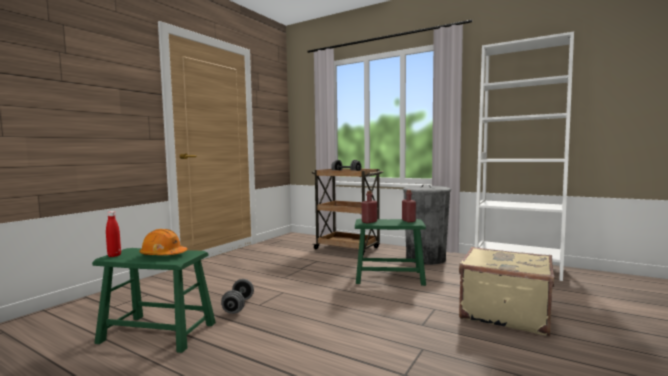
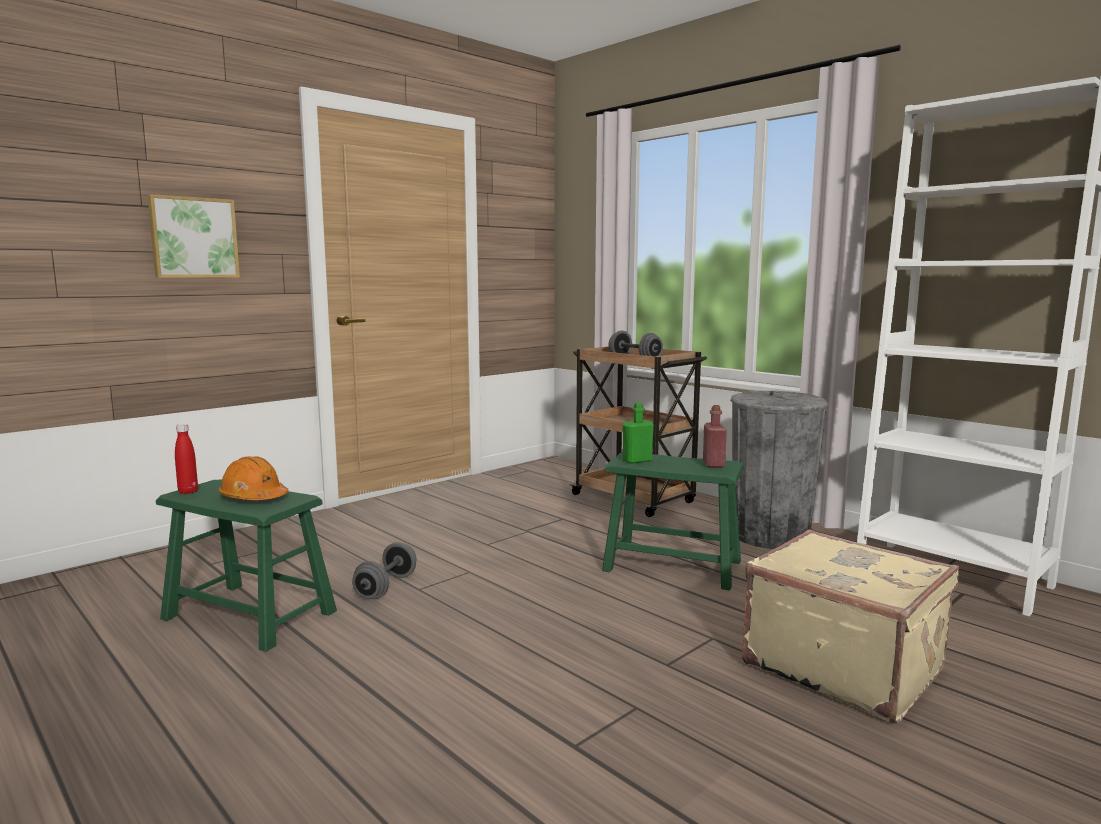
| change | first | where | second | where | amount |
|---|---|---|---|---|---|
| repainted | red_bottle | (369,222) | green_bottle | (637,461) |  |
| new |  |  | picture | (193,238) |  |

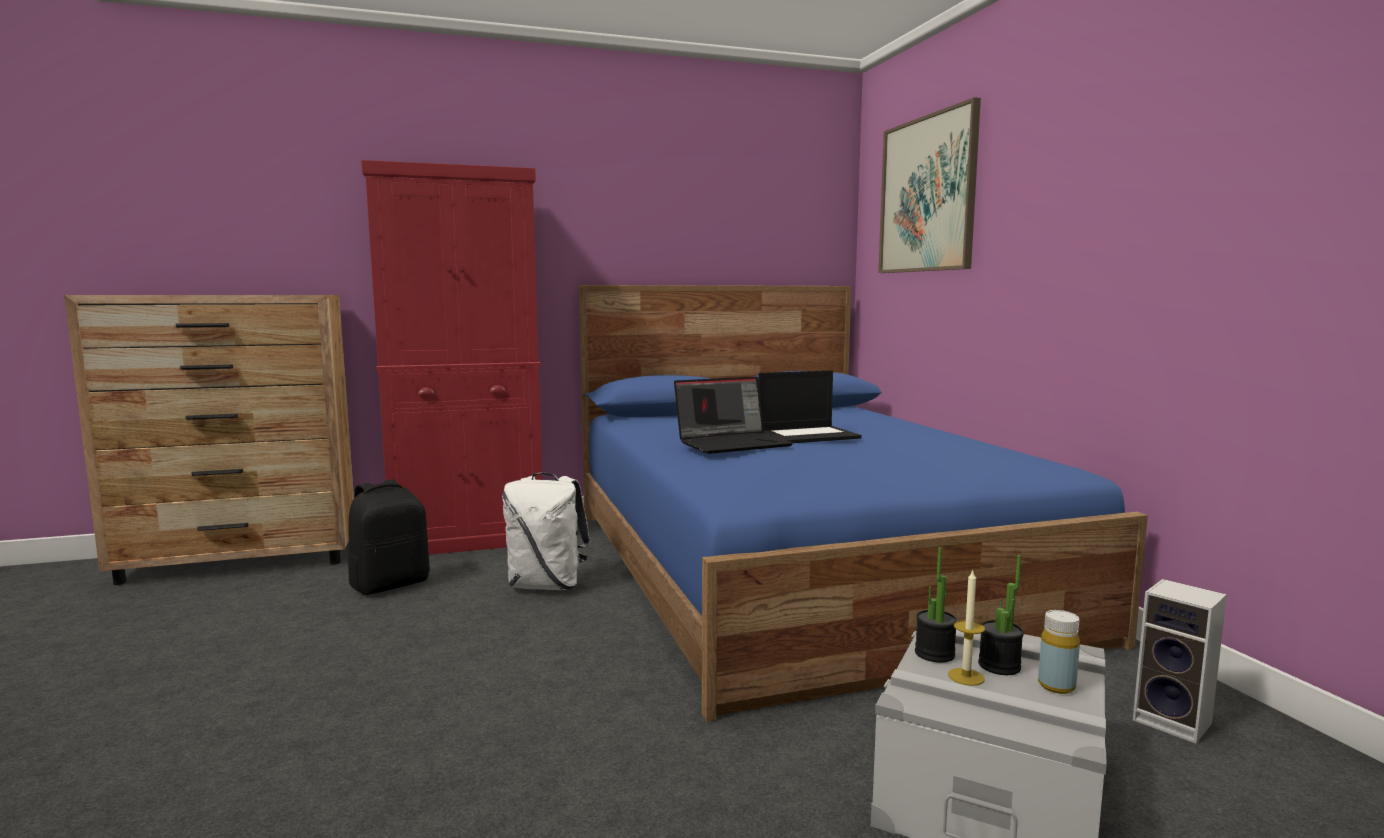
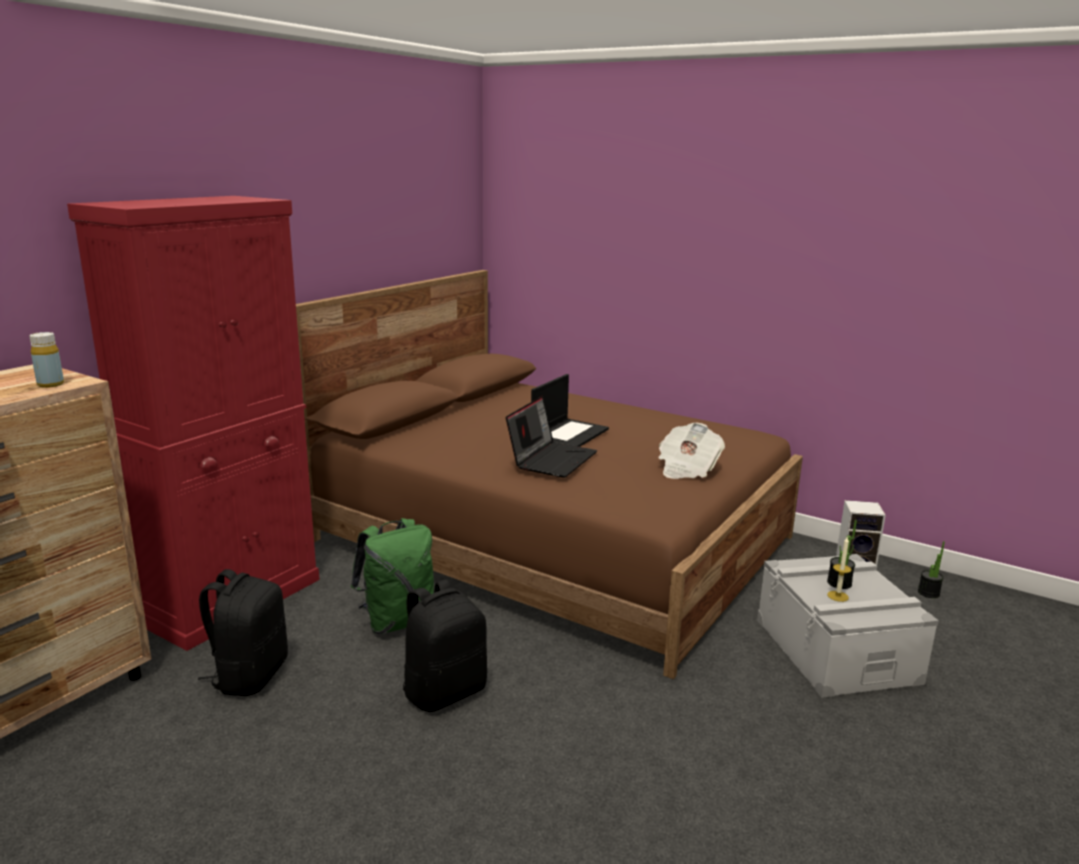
| change | first | where | second | where | amount |
|---|---|---|---|---|---|
| repainted | white_backpack | (547,585) | green_backpack | (397,621) |  |
| repainted | blue_bed | (798,568) | brown_bed | (552,538) |  |
| gone | picture | (927,195) |  |  |  |
| shifted | potted_plant | (934,654) |  | (928,593) |  |
| shifted | yellow_bottle | (1056,686) |  | (50,384) |  |
| new |  |  | black_backpack | (444,691) |  |
| new |  |  | newspaper | (687,469) |  |

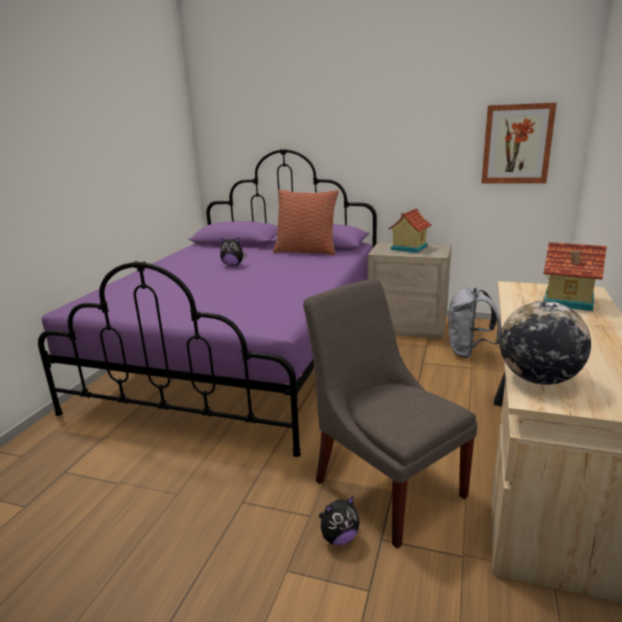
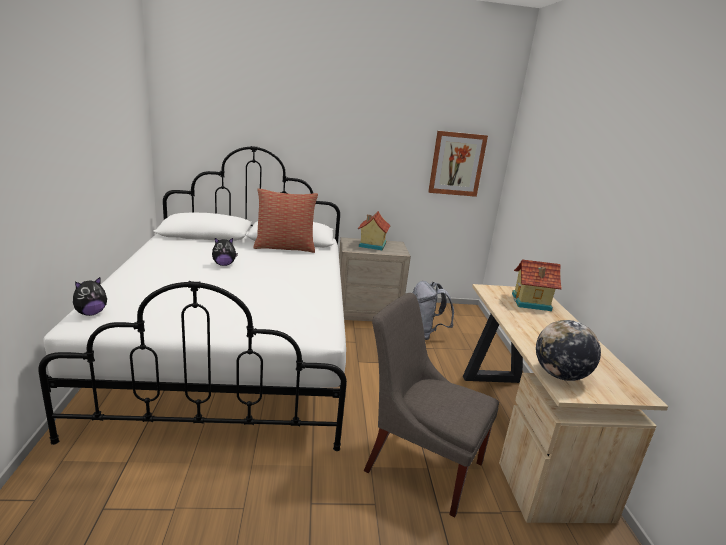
| change | first | where | second | where | amount |
|---|---|---|---|---|---|
| repainted | purple_bed | (246,355) | white_bed | (233,351) |  |
| shifted | plush_toy | (339,538) |  | (91,313) |  |

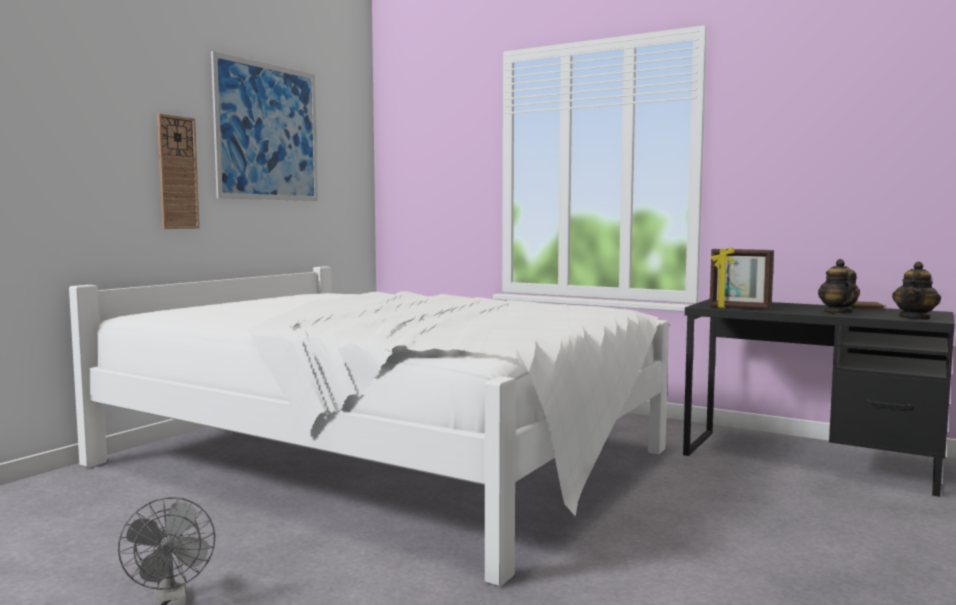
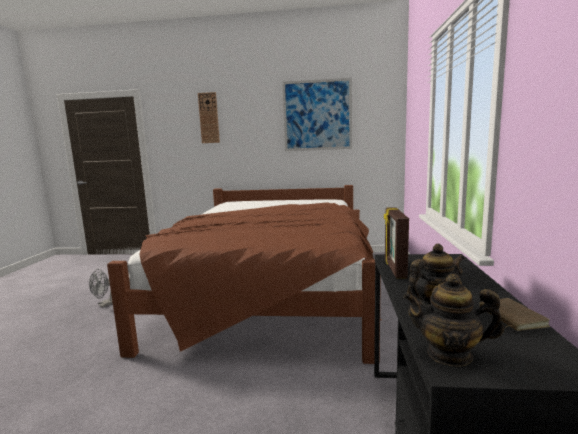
| change | first | where | second | where | amount |
|---|---|---|---|---|---|
| repainted | white_bed | (387,457) | brown_bed | (272,290) |  |
| shifted | wall_clock | (177,172) |  | (209,118) |  |

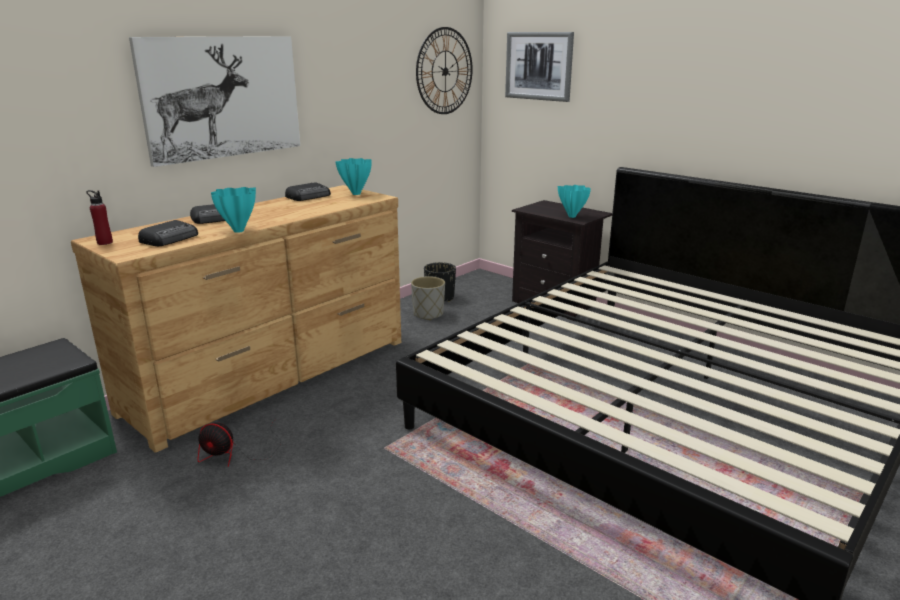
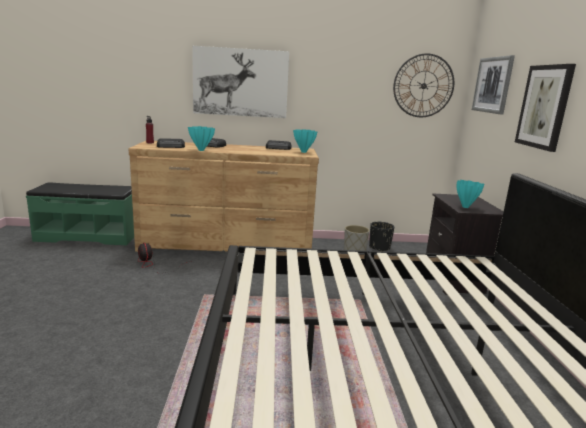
| change | first | where | second | where | amount |
|---|---|---|---|---|---|
| new |  |  | picture | (544,107) |  |

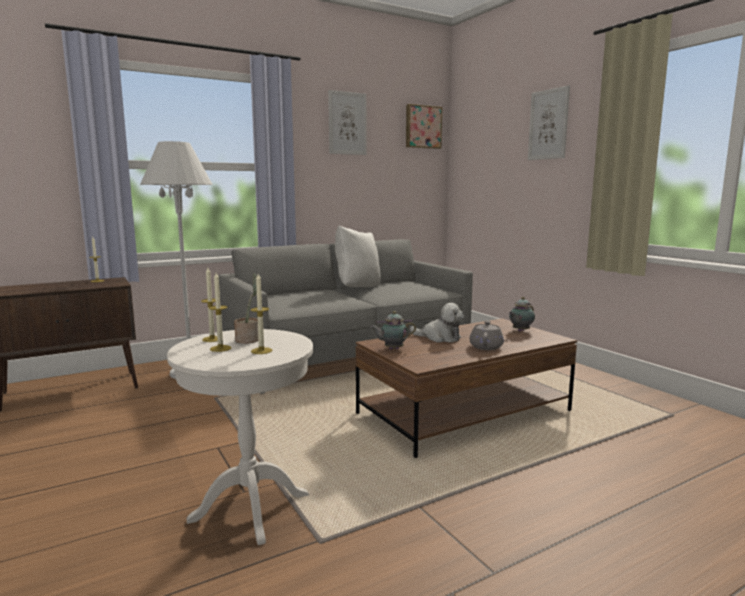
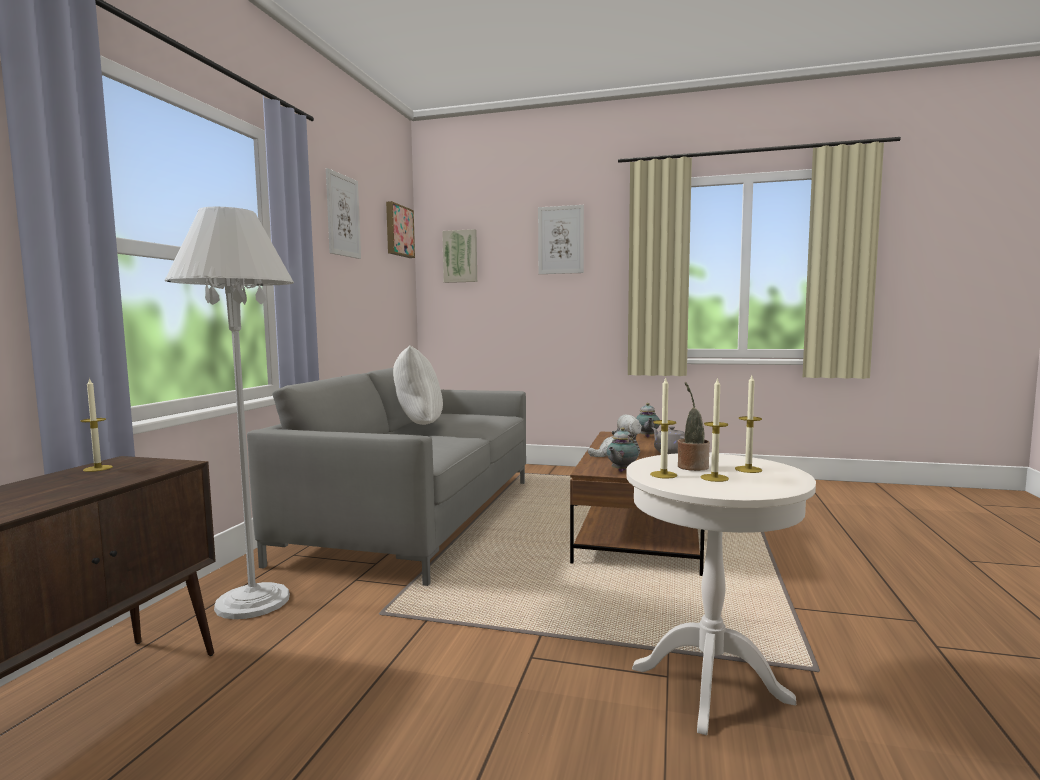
| change | first | where | second | where | amount |
|---|---|---|---|---|---|
| new |  |  | picture | (460,256) |  |

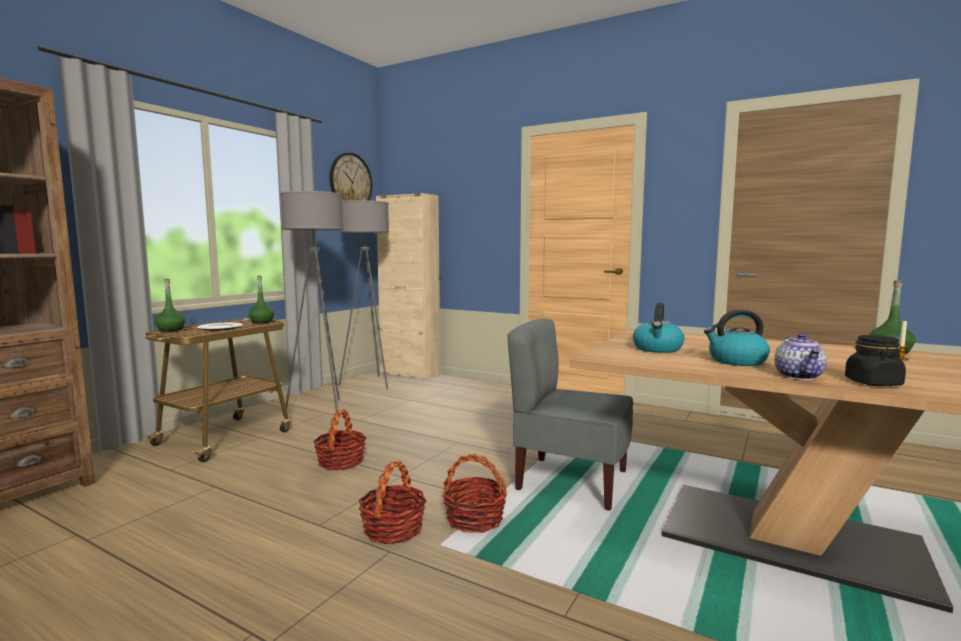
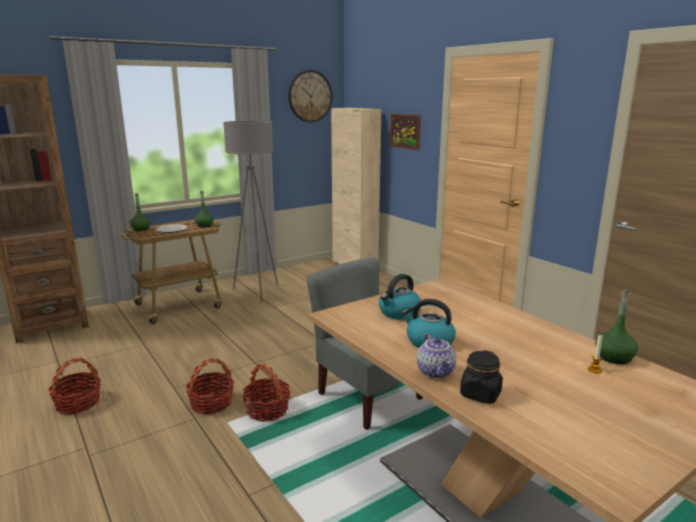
| change | first | where | second | where | amount |
|---|---|---|---|---|---|
| shifted | basket | (341,462) |  | (78,403) |  |
| gone | grey_floor_lamp | (368,383) |  |  |  |
| rotated | teapot | (800,376) |  | (436,372) | 45 degrees counterclockwise |
| new |  |  | picture | (405,131) |  |

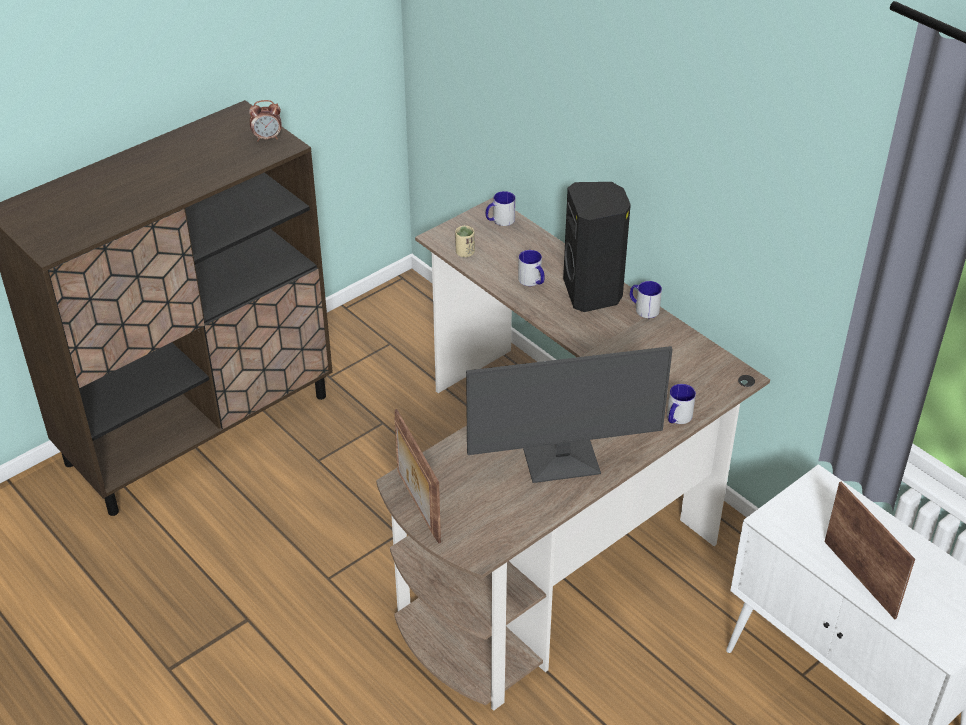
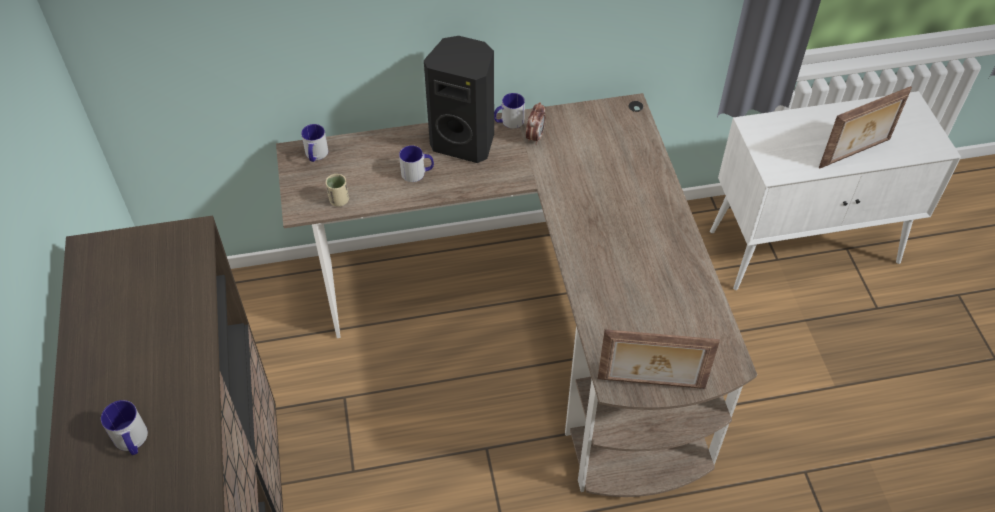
| change | first | where | second | where | amount |
|---|---|---|---|---|---|
| shifted | alarm_clock | (267,138) |  | (535,137) |  |
| gone | monitor | (561,460) |  |  |  |
| shifted | mug | (677,418) |  | (132,441) |  |
| rotated | picture_frame | (861,578) |  | (855,154) | 150 degrees clockwise |

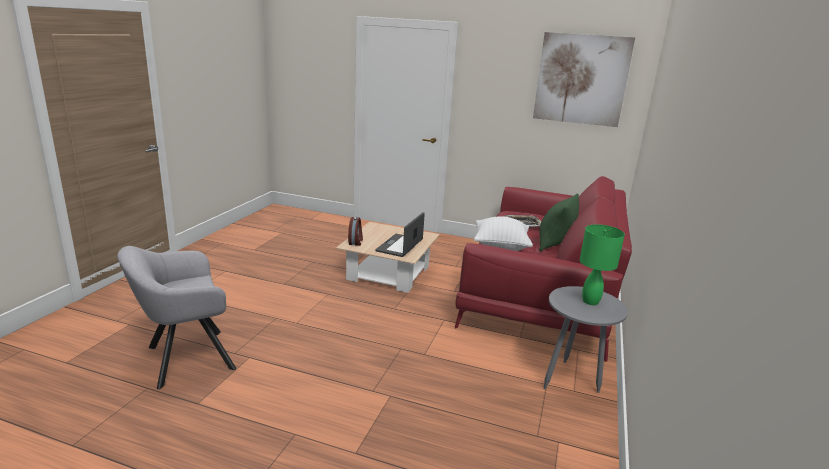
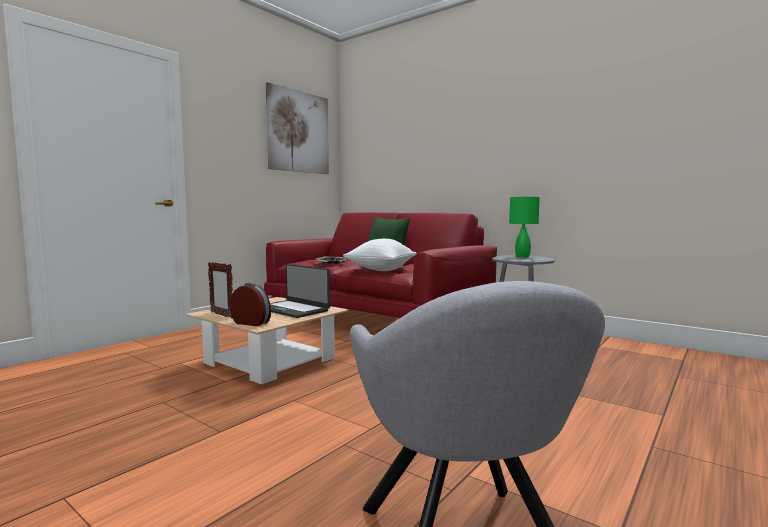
| change | first | where | second | where | amount |
|---|---|---|---|---|---|
| new |  |  | picture_frame | (221,315) |  |

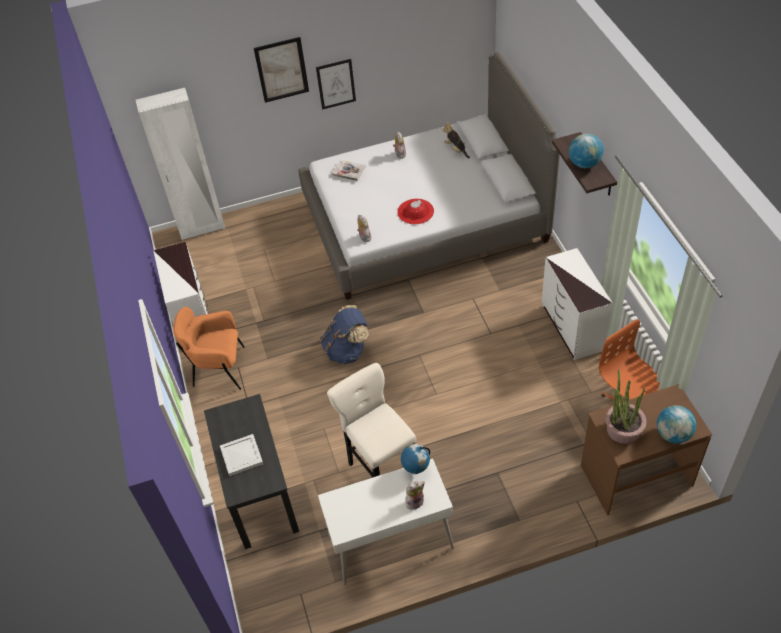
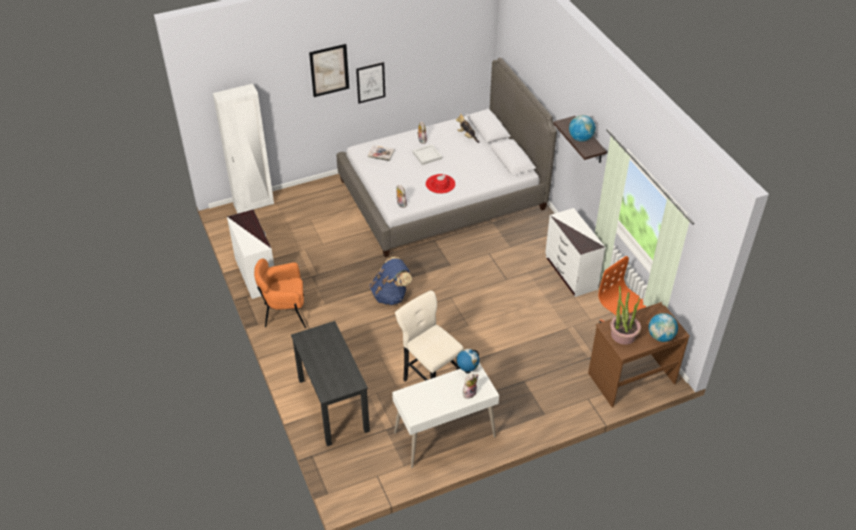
| change | first | where | second | where | amount |
|---|---|---|---|---|---|
| shifted | white_tray | (242,455) |  | (427,155) |  |

